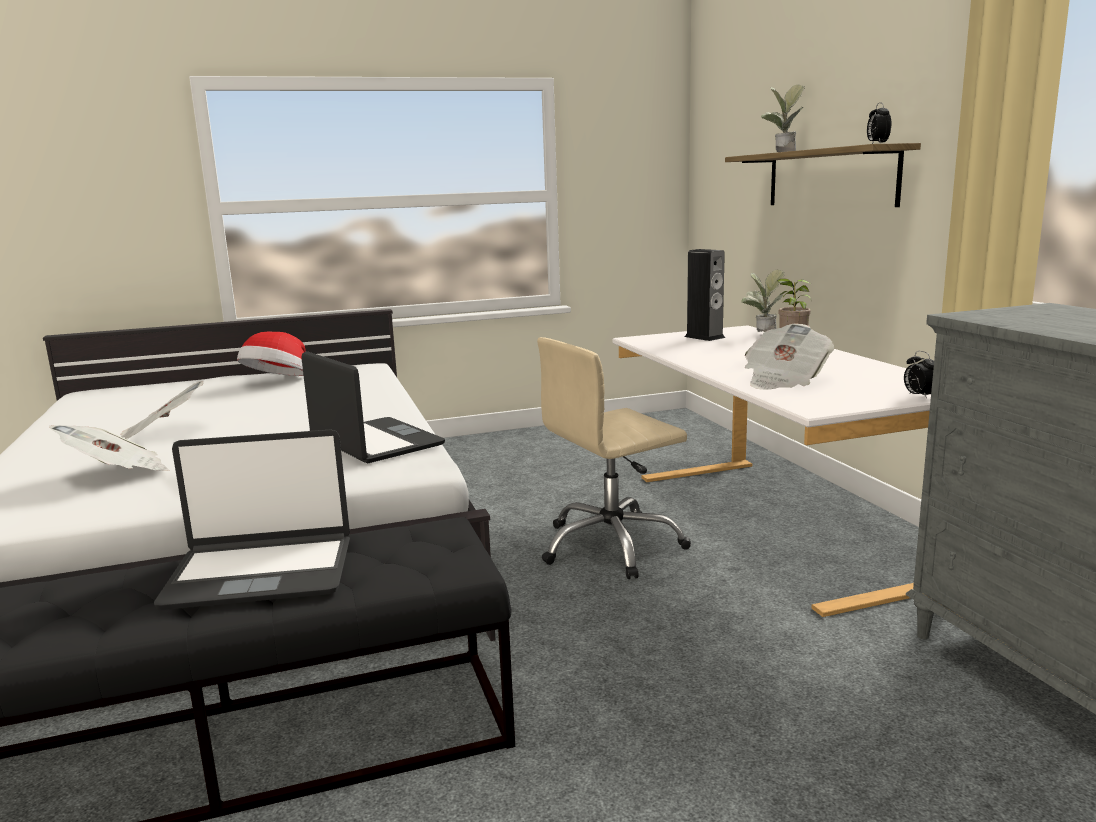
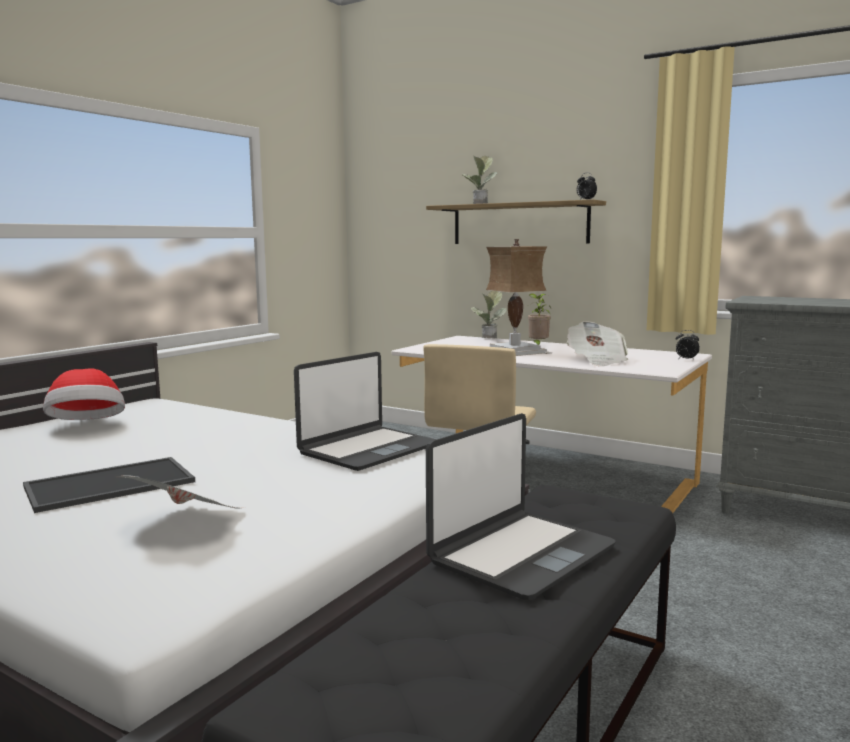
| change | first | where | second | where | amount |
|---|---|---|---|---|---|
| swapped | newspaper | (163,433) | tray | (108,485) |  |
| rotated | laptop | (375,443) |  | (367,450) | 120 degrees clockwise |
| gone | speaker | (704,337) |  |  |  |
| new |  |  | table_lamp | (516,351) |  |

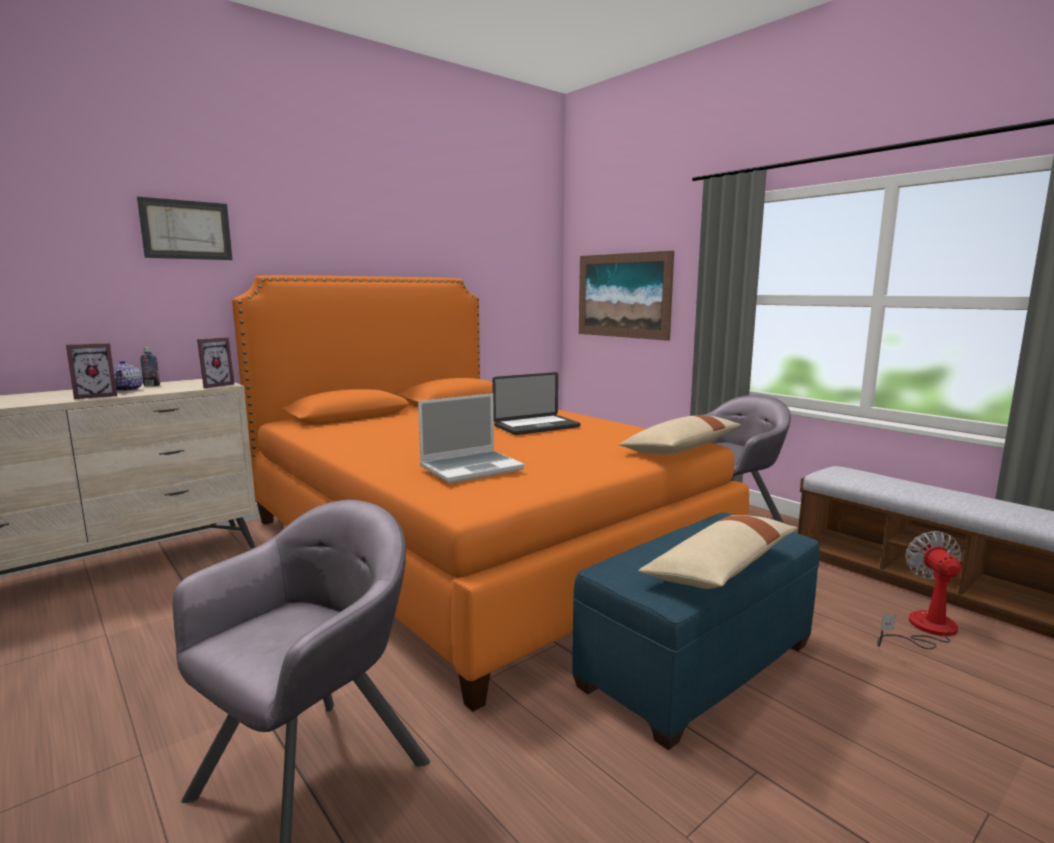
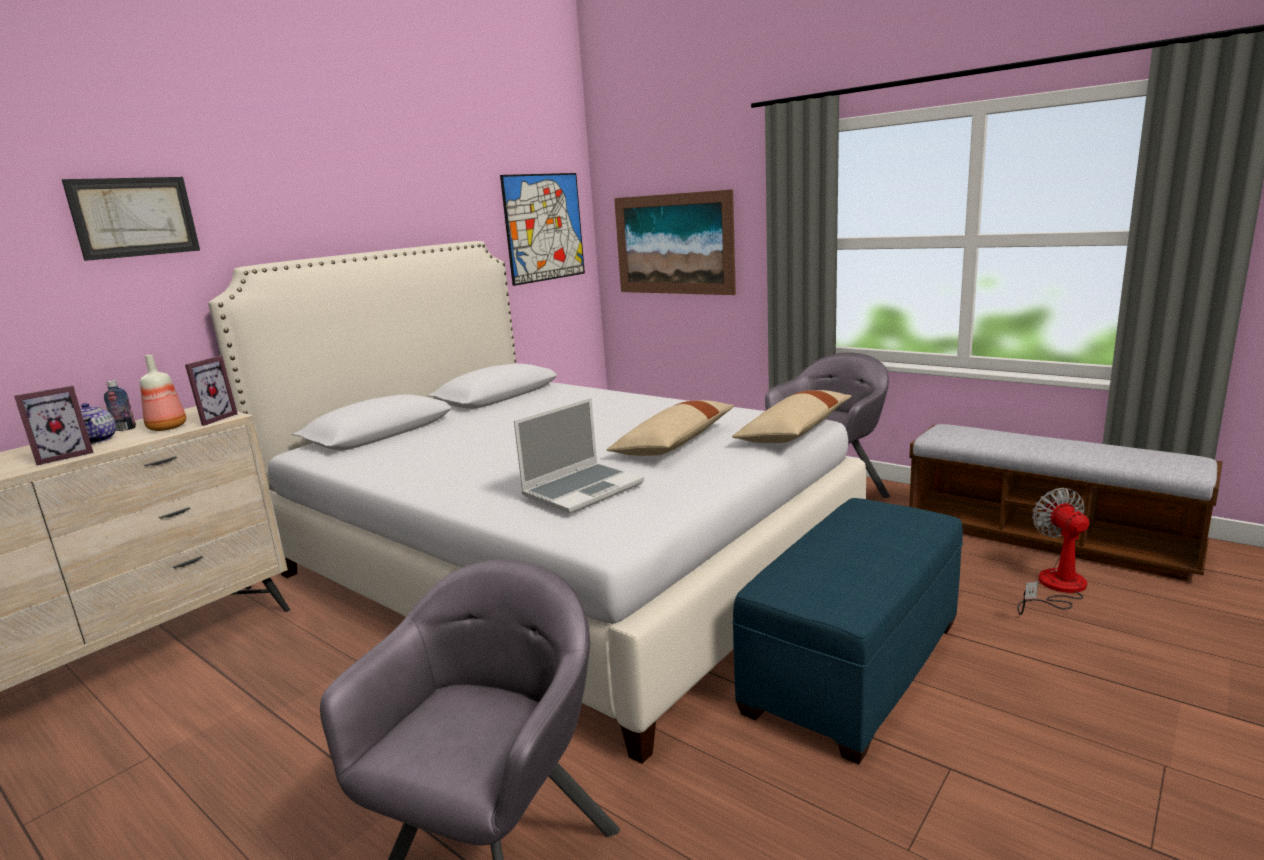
| change | first | where | second | where | amount |
|---|---|---|---|---|---|
| repainted | orange_bed | (472,544) | white_bed | (557,565) |  |
| gone | laptop | (536,426) |  |  |  |
| shifted | beige_pillow | (721,568) |  | (674,443) |  |
| new |  |  | bottle | (167,428) |  |
| new |  |  | picture | (544,227) |  |

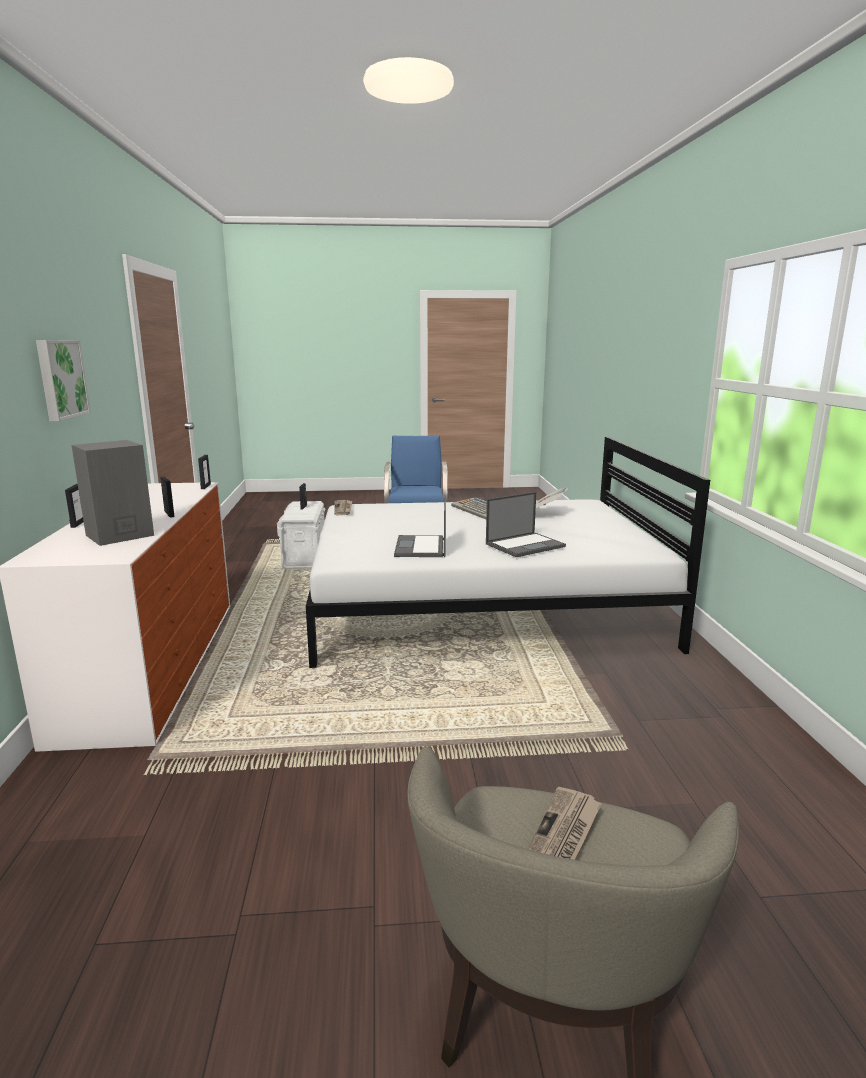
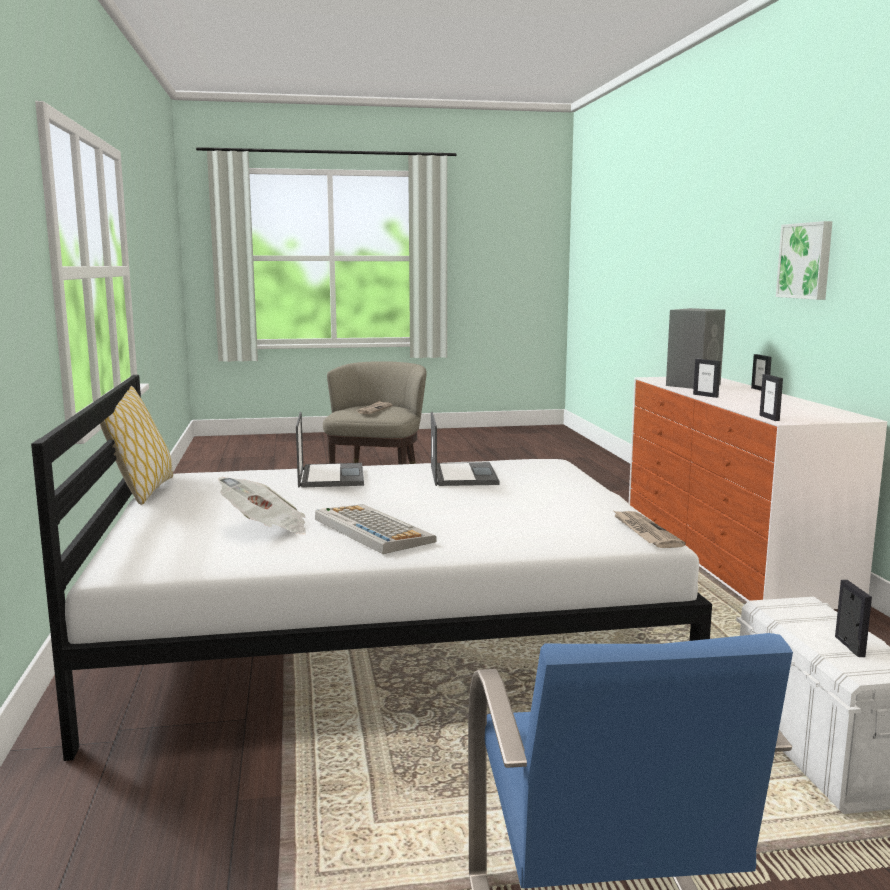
| change | first | where | second | where | amount |
|---|---|---|---|---|---|
| rotated | laptop | (525,545) |  | (330,476) | 120 degrees clockwise |
| new |  |  | pillow | (141,492) |  |

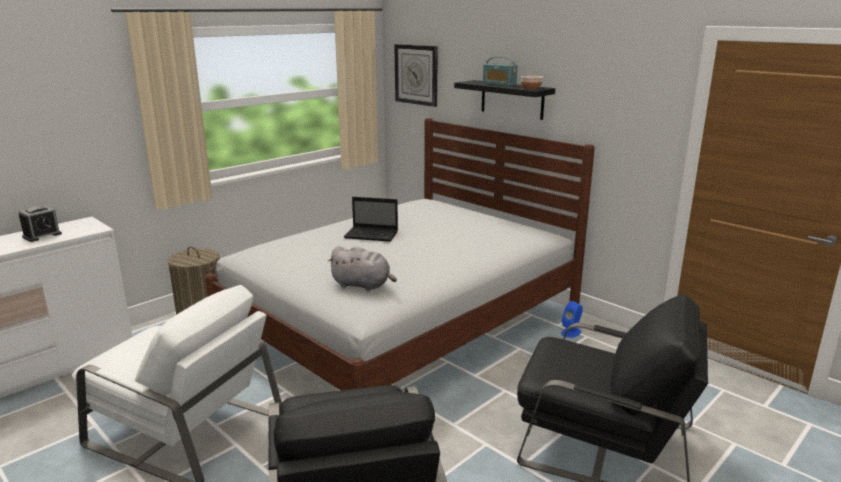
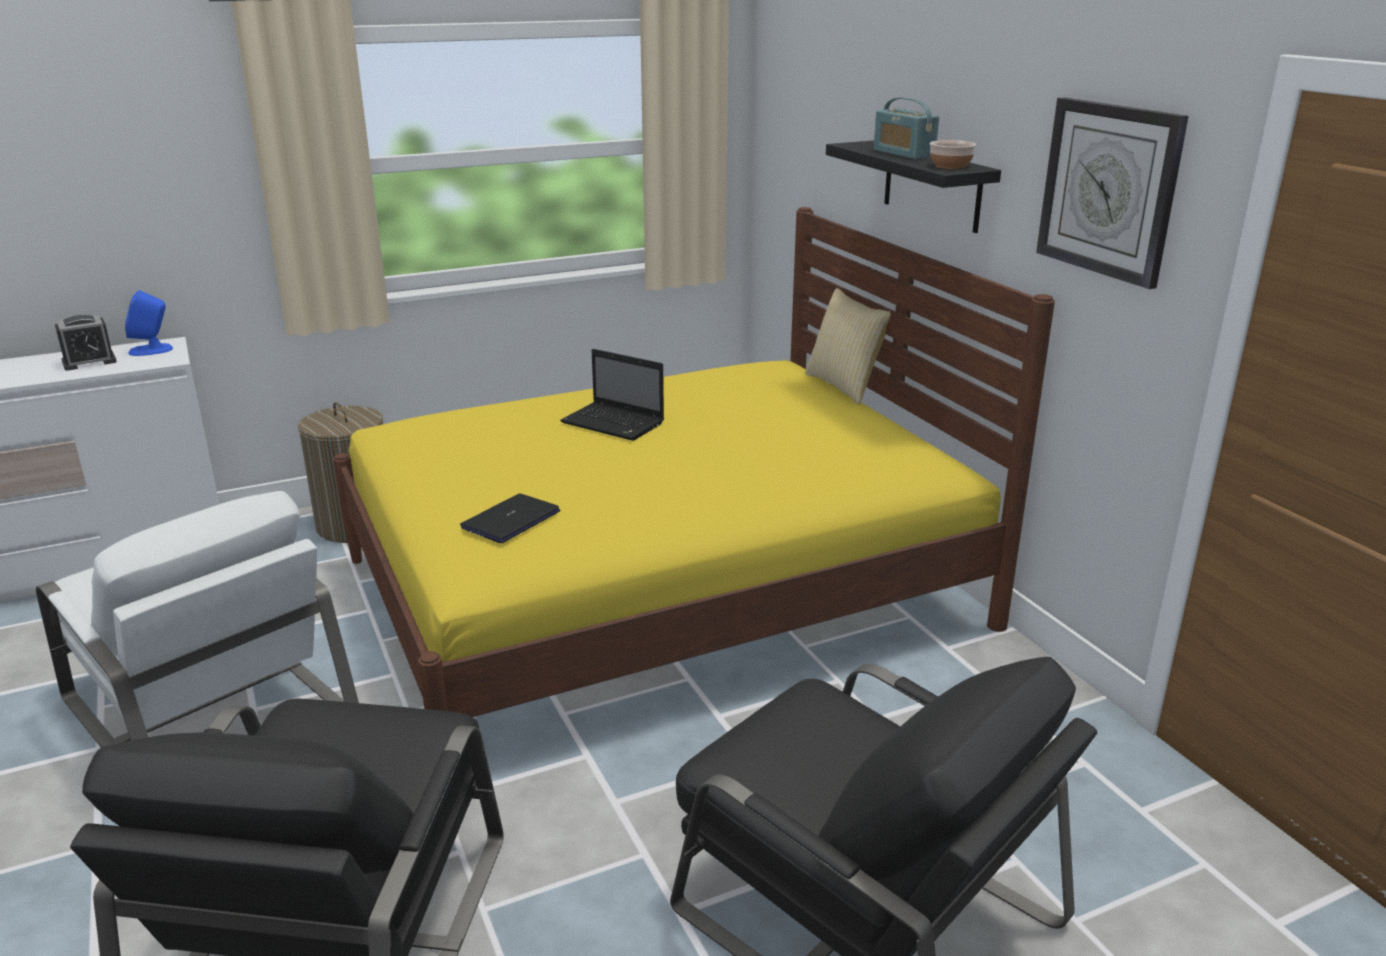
| change | first | where | second | where | amount |
|---|---|---|---|---|---|
| repainted | white_bed | (403,325) | yellow_bed | (660,593) |  |
| swapped | grey_plush_toy | (363,285) | laptop | (511,520) |  |
| shifted | wall_clock | (416,74) |  | (1109,190) |  |
| shifted | blue_speaker | (571,332) |  | (151,350) |  |
| new |  |  | pillow | (845,386) |  |

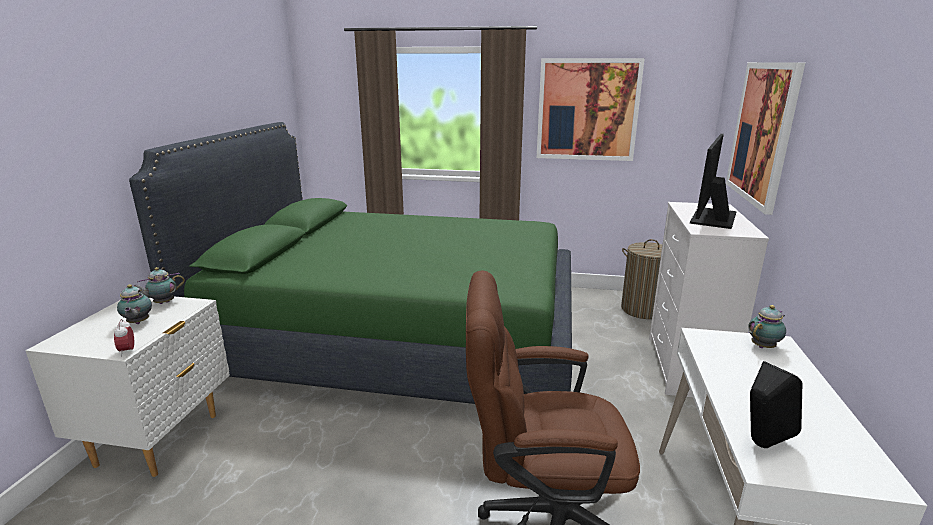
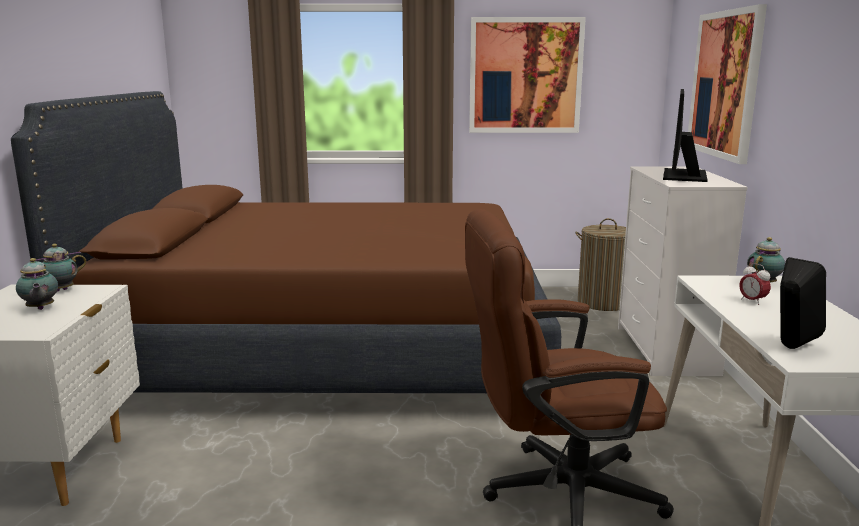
| change | first | where | second | where | amount |
|---|---|---|---|---|---|
| shifted | alarm_clock | (127,351) |  | (752,301) |  |
| repainted | green_bed | (400,340) | brown_bed | (328,349) |  |

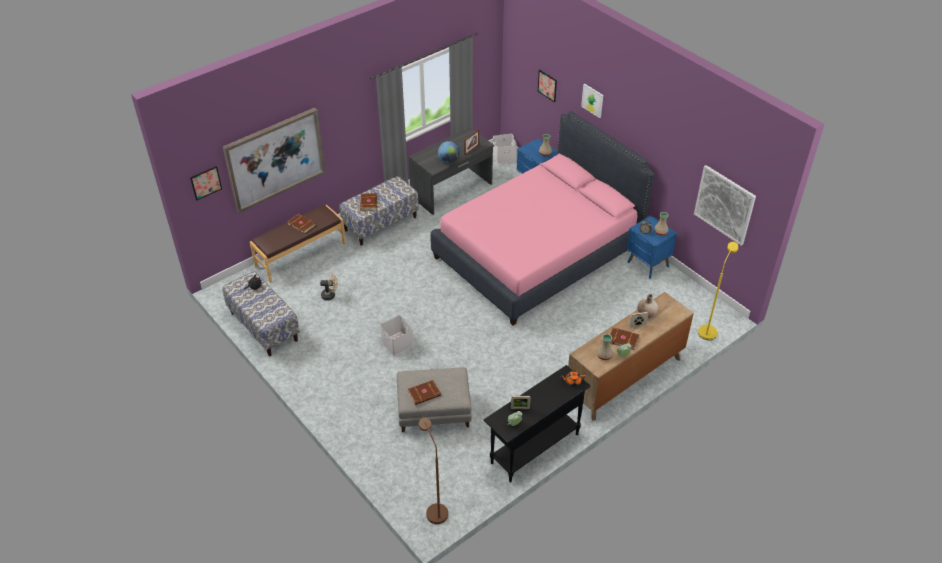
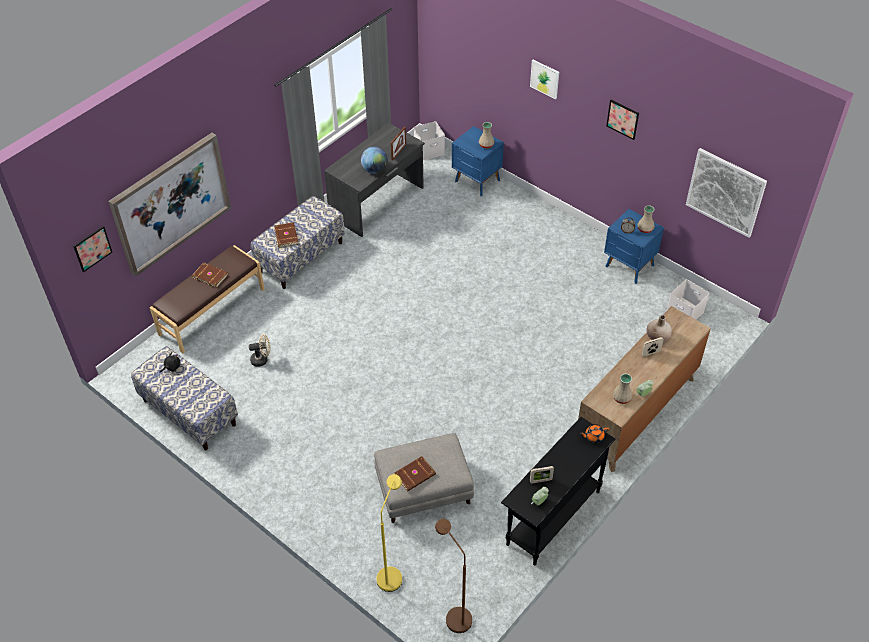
| change | first | where | second | where | amount |
|---|---|---|---|---|---|
| shifted | white_storage_box | (396,343) |  | (684,312) |  |
| gone | pink_bed | (538,253) |  |  |  |
| shifted | picture | (547,85) |  | (622,119) |  |
| gone | brown_book | (622,339) |  |  |  |
| shifted | yellow_floor_lamp | (709,330) |  | (391,573) |  |

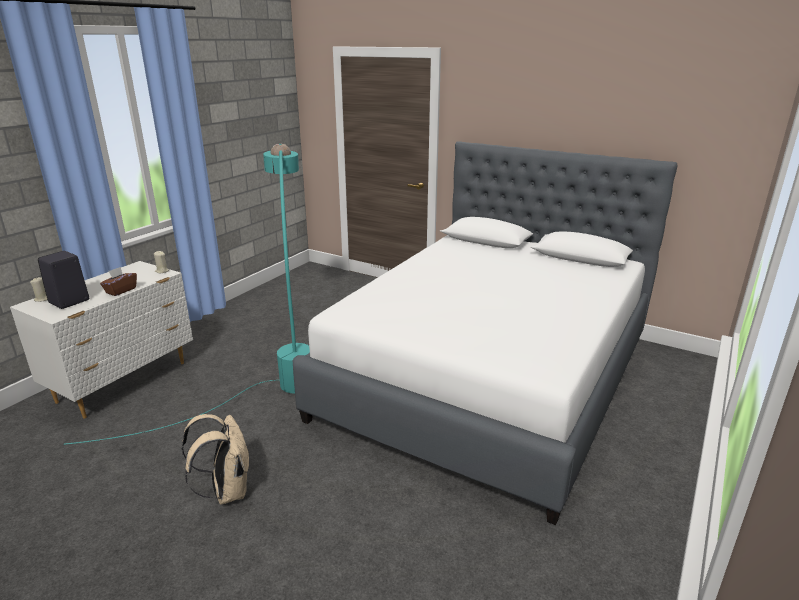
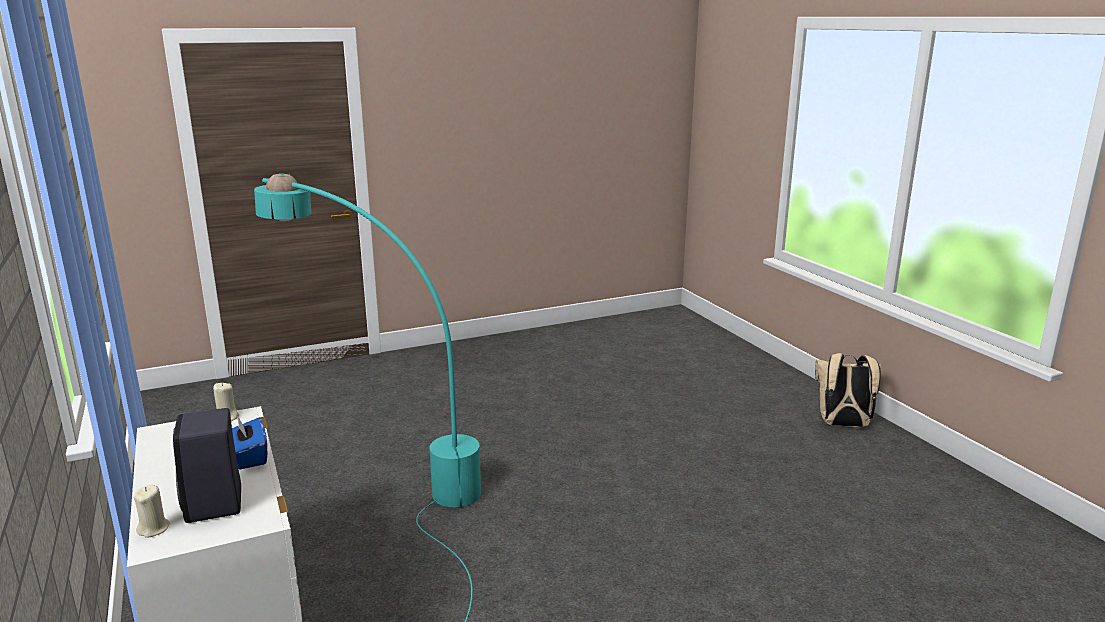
| change | first | where | second | where | amount |
|---|---|---|---|---|---|
| repainted | brown_tissue_box | (121,290) | blue_tissue_box | (249,457) |  |
| shifted | beige_backpack | (227,491) |  | (842,425) |  |
| gone | white_bed | (489,377) |  |  |  |

